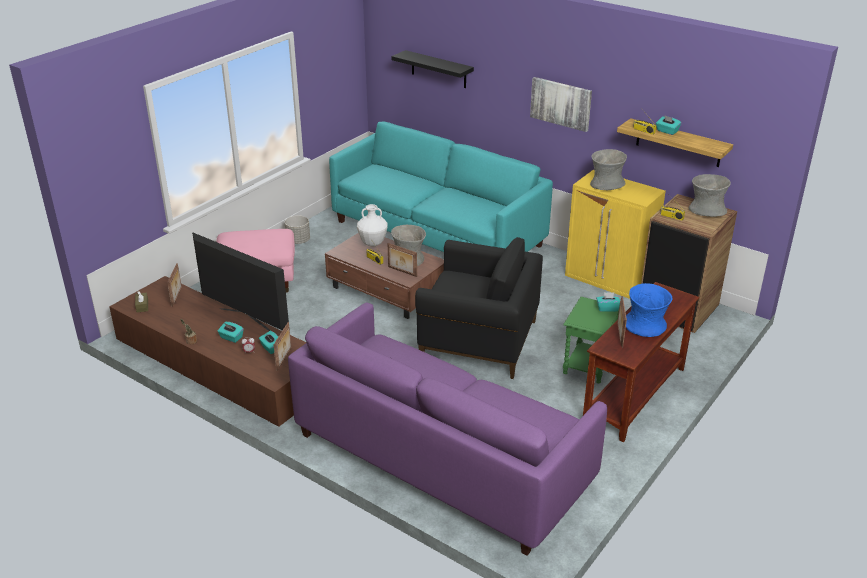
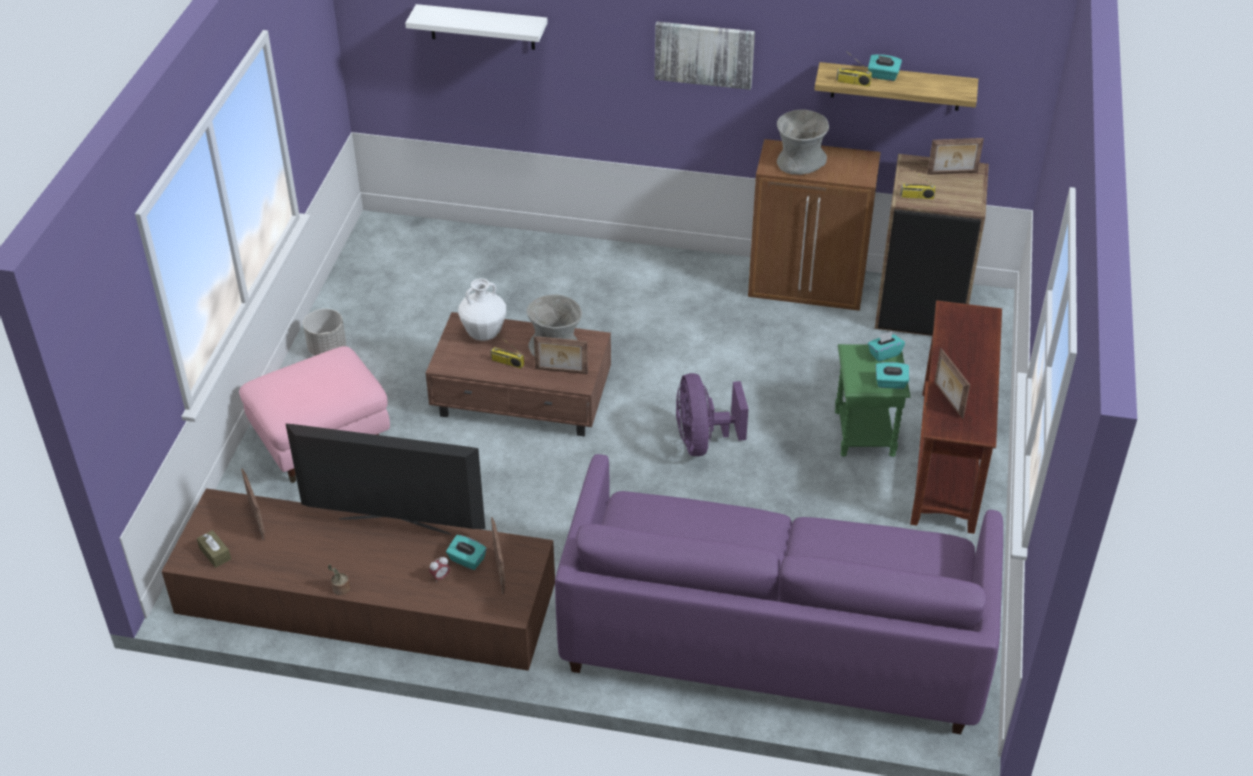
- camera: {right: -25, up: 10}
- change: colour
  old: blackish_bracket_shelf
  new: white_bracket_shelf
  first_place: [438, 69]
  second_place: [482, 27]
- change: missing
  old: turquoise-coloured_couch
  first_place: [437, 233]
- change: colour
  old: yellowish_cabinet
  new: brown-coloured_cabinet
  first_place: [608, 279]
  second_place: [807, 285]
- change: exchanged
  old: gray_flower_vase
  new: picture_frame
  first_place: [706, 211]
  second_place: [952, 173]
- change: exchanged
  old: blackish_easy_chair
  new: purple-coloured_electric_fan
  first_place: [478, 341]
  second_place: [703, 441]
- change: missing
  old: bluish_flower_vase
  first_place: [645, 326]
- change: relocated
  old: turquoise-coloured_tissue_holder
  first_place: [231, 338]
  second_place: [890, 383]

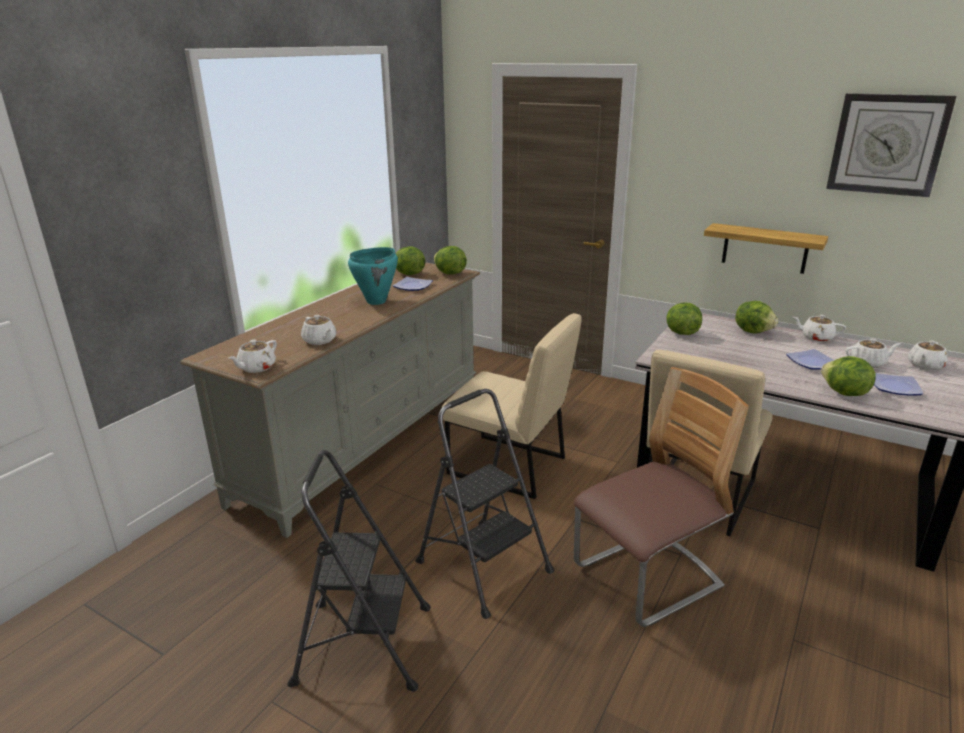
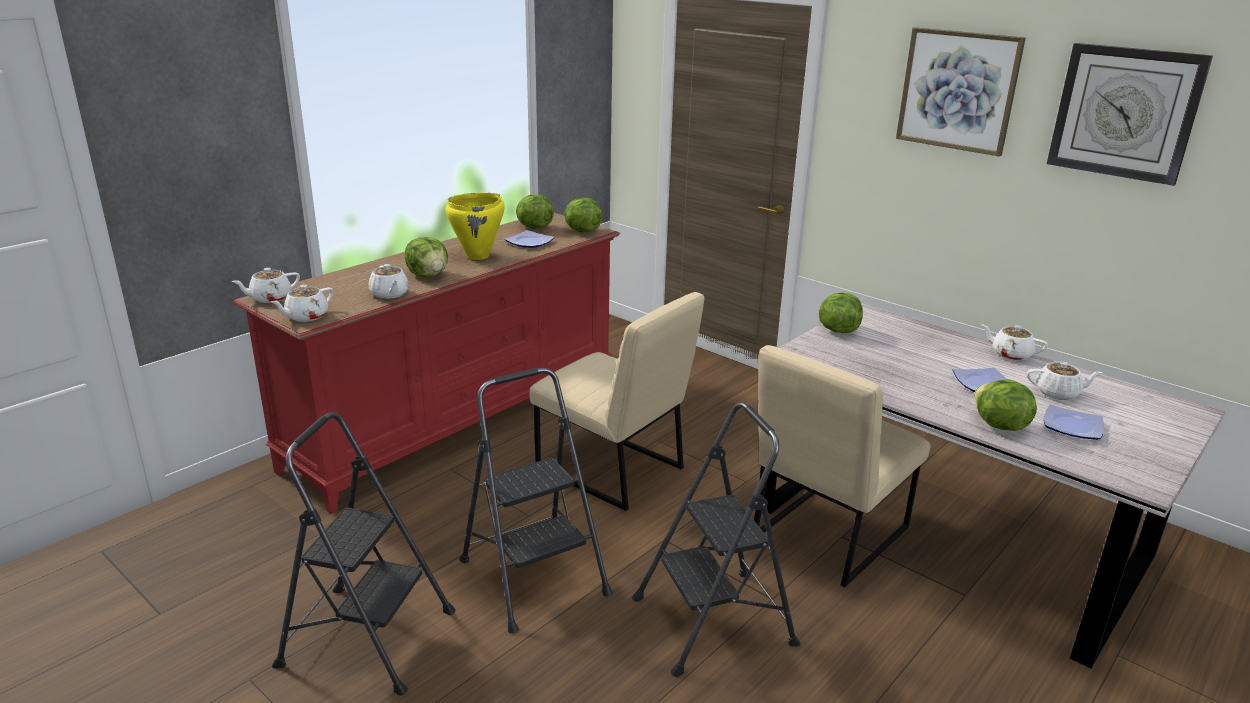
- camera: {right: 10, up: 0}
- change: missing
  old: bracket_shelf
  first_place: [765, 248]
- change: colour
  old: turquoise-coloured_saucepot
  new: yellowish_saucepot
  first_place: [377, 301]
  second_place: [478, 256]
- change: colour
  old: gray_cabinet
  new: red_cabinet
  first_place: [367, 443]
  second_place: [459, 422]
- change: relocated
  old: lettuce
  first_place: [753, 331]
  second_place: [429, 275]
- change: relocated
  old: white_teapot
  first_place: [925, 366]
  second_place: [270, 298]
- change: exchanged
  old: plain_chair
  new: blackish_step_stool
  first_place: [647, 578]
  second_place: [718, 619]
- change: appeared
  new: wall_picture
  second_place: [958, 90]

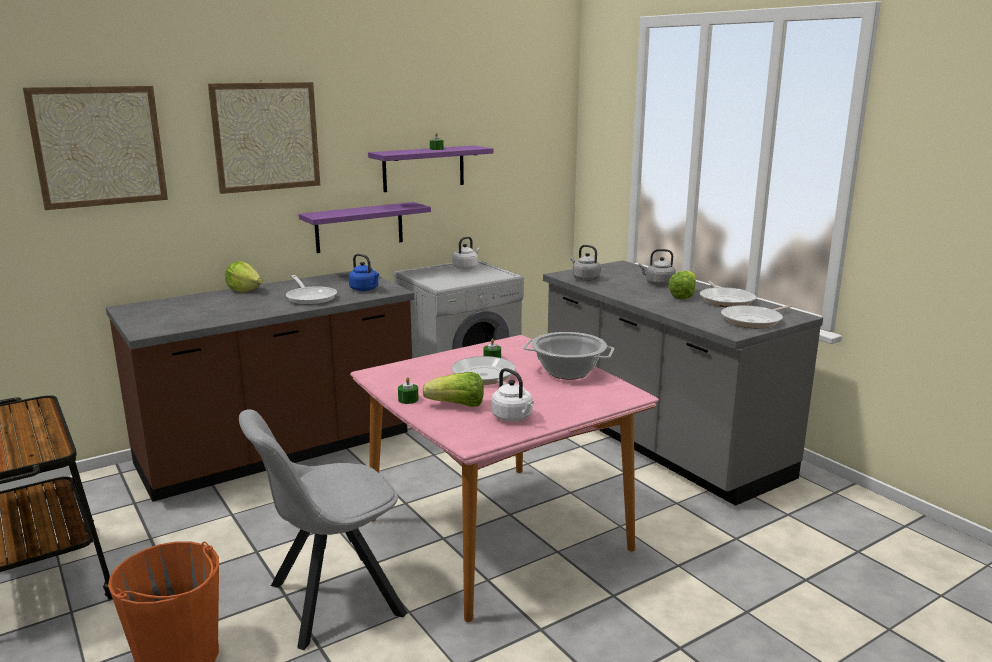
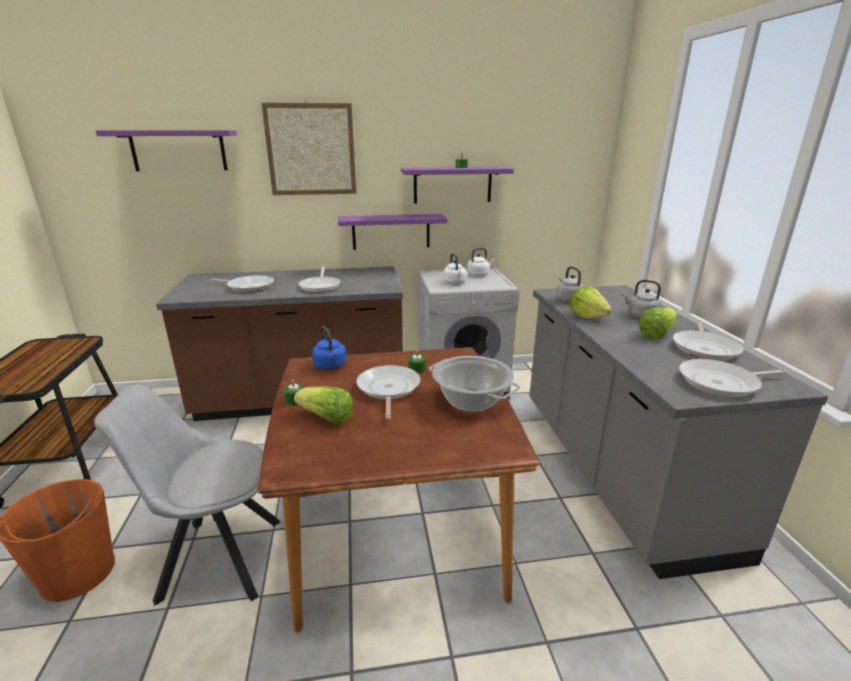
- camera: {right: 25, up: 5}
- change: exchanged
  old: wall_picture
  new: purple-coloured_bracket_shelf
  first_place: [99, 145]
  second_place: [178, 150]
- change: relocated
  old: bluish_water_kettle
  first_place: [365, 289]
  second_place: [331, 366]
- change: relocated
  old: lettuce
  first_place: [244, 290]
  second_place: [587, 316]
- change: colour
  old: pink_kitchen_table
  new: brown-coloured_kitchen_table
  first_place: [498, 535]
  second_place: [395, 534]
- change: relocated
  old: white_water_kettle
  first_place: [513, 418]
  second_place: [454, 282]
- change: appeared
  new: pan
  second_place: [248, 287]

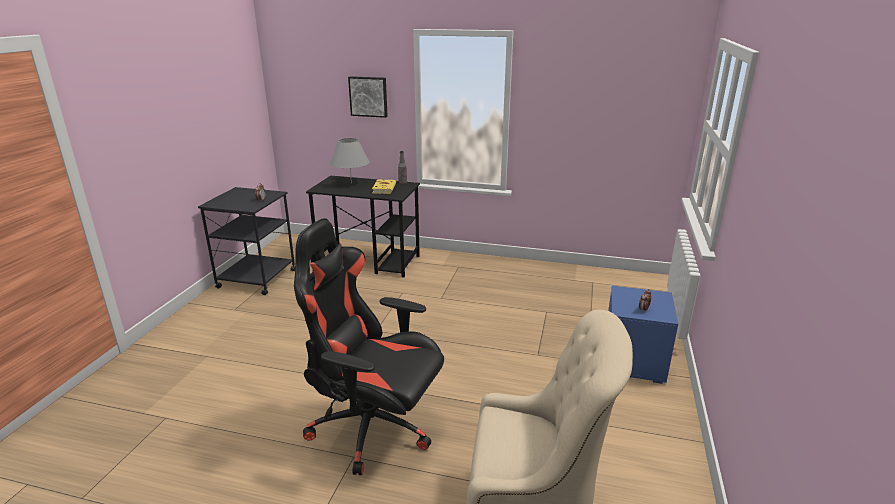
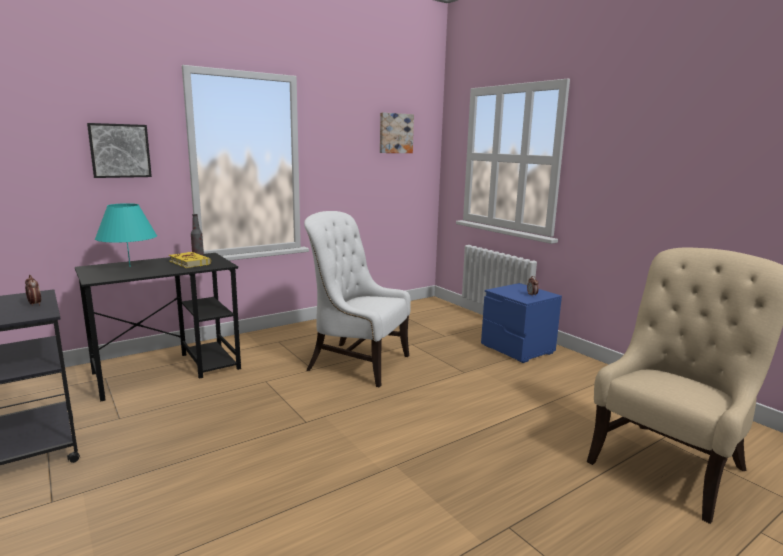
- camera: {right: -50, up: -10}
- change: colour
  old: gray_tabletop_lamp
  new: turquoise-coloured_tabletop_lamp
  first_place: [351, 183]
  second_place: [130, 266]
- change: missing
  old: blackish_desk_chair
  first_place: [378, 432]
- change: appeared
  new: wall_picture
  second_place: [395, 133]
- change: appeared
  new: white_plain_chair
  second_place: [357, 363]

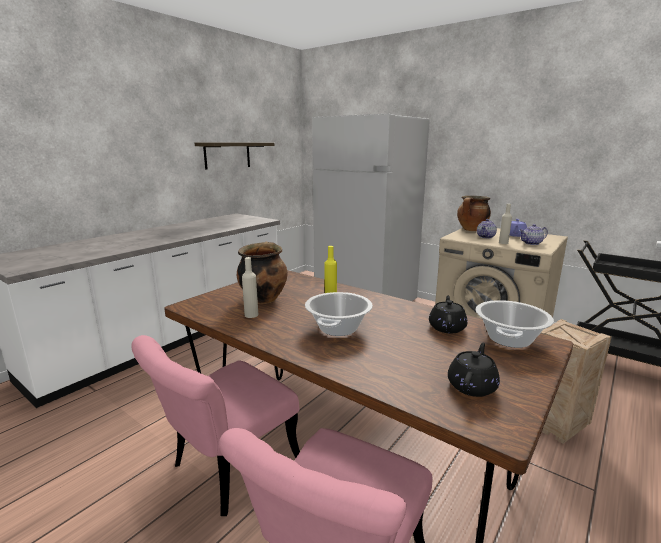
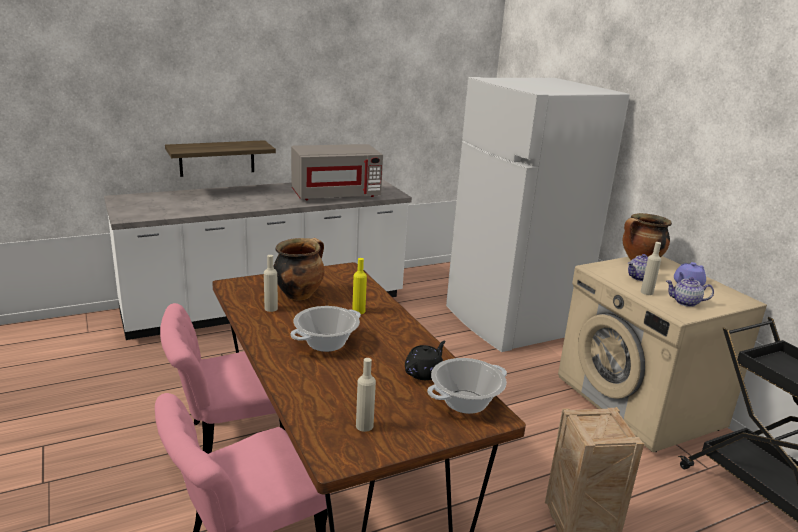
- camera: {right: 25, up: 5}
- change: relocated
  old: bracket_shelf
  first_place: [227, 155]
  second_place: [217, 158]
- change: exchanged
  old: blackish_teapot
  new: beige-coloured_bottle
  first_place: [472, 386]
  second_place: [364, 426]
- change: appeared
  new: gray_kitchen_microwave
  second_place: [336, 195]

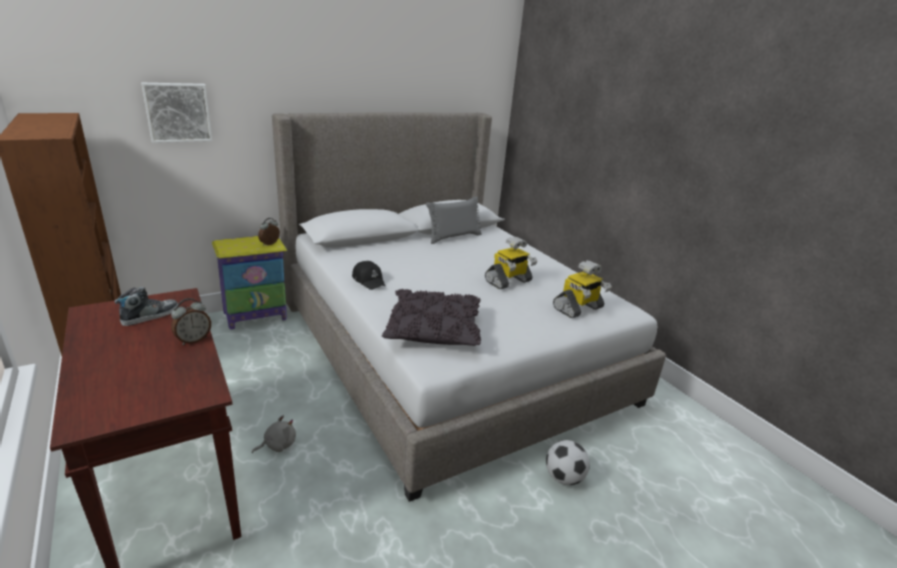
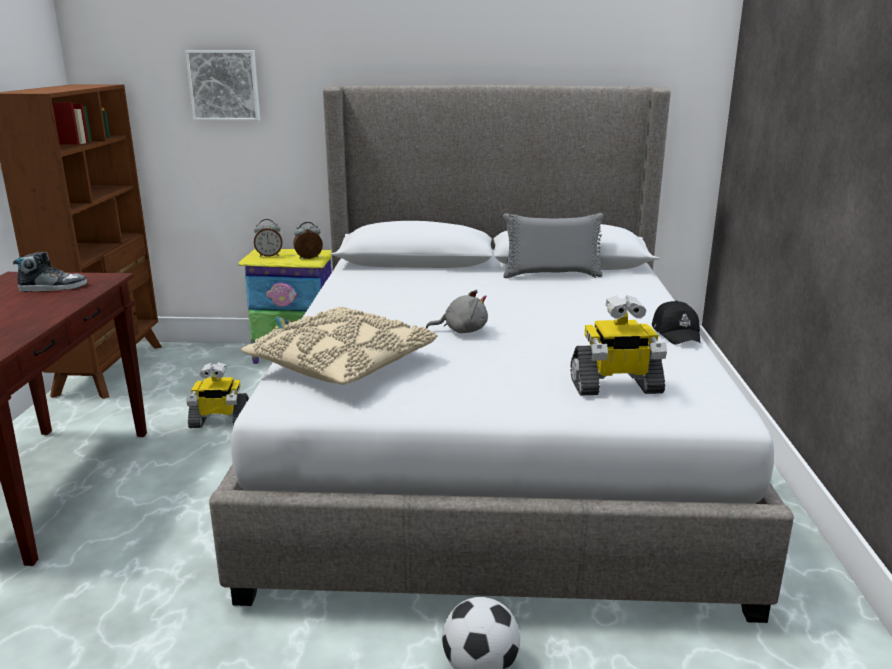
- camera: {right: 35, up: -5}
- change: relocated
  old: robot_figure
  first_place: [508, 281]
  second_place: [220, 422]
- change: relocated
  old: blackish_baseball_cap
  first_place: [369, 280]
  second_place: [676, 333]
- change: colour
  old: blackish_throw_pillow
  new: beige-coloured_throw_pillow
  first_place: [433, 329]
  second_place: [343, 364]
- change: relocated
  old: alarm_clock
  first_place: [193, 340]
  second_place: [269, 255]
- change: relocated
  old: gray_plush_toy
  first_place: [278, 445]
  second_place: [462, 330]

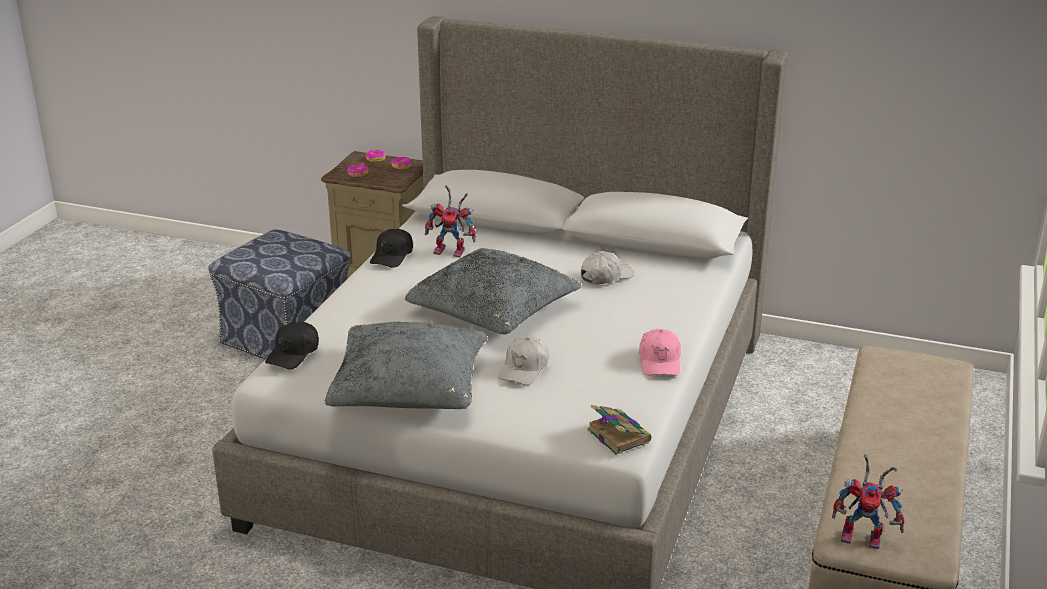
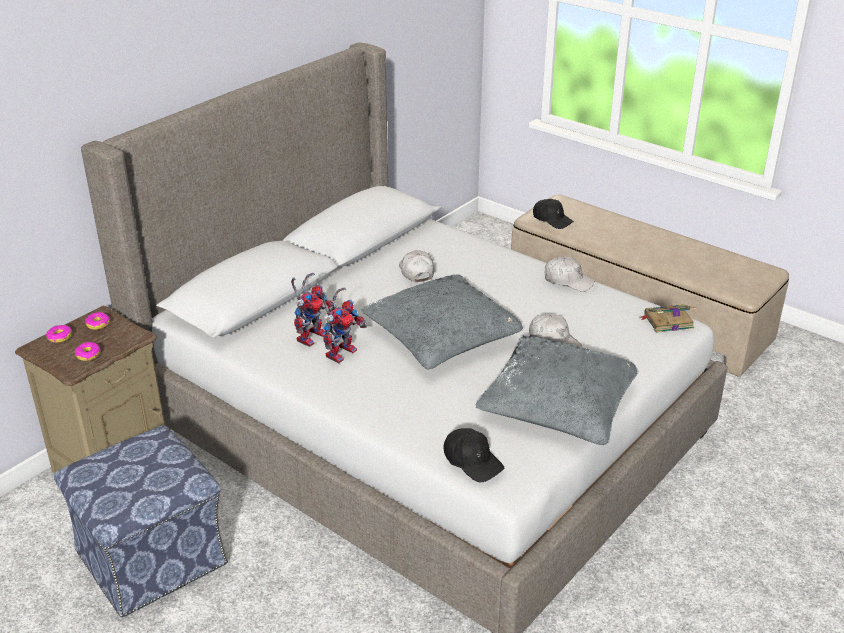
- camera: {right: -70, up: 5}
- change: relocated
  old: blackish_baseball_cap
  first_place: [392, 256]
  second_place: [552, 219]
- change: colour
  old: pink_baseball_cap
  new: white_baseball_cap
  first_place: [660, 361]
  second_place: [568, 281]
- change: relocated
  old: robot_figure
  first_place: [865, 537]
  second_place: [341, 351]

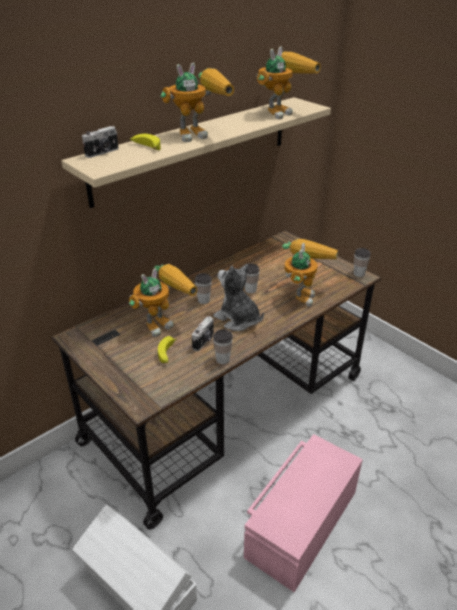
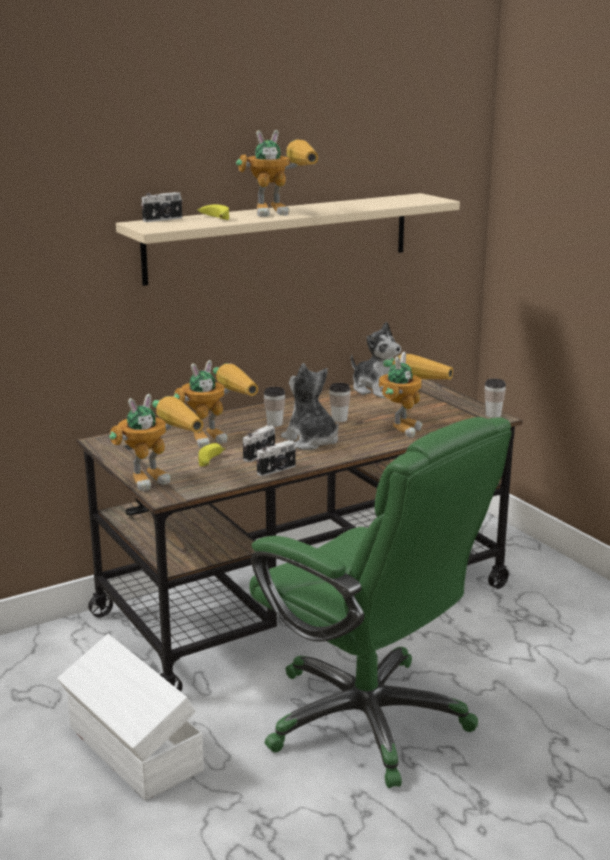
- camera: {right: 10, up: -15}
- change: relocated
  old: robot_figure
  first_place: [281, 111]
  second_place: [159, 477]
- change: exchanged
  old: drinking_cup
  new: still_camera
  first_place: [223, 359]
  second_place: [277, 470]
- change: exchanged
  old: pink_storage_bin
  new: green-coloured_desk_chair
  first_place: [300, 522]
  second_place: [367, 718]
- change: appeared
  new: plush_toy
  second_place: [376, 389]

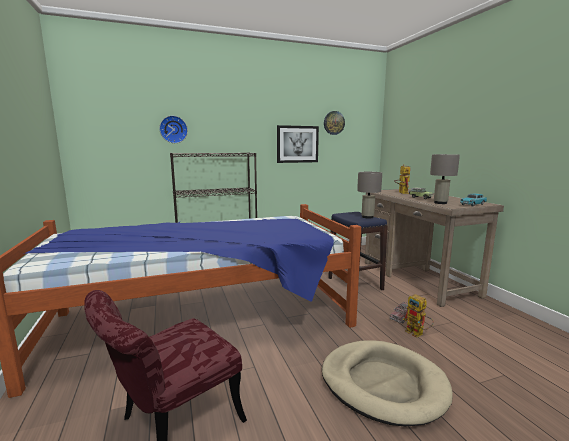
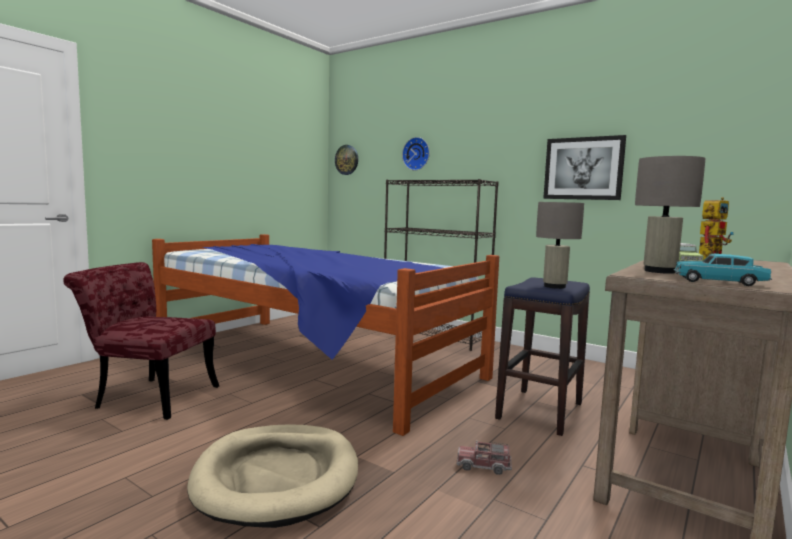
- camera: {right: 55, up: -5}
- change: relocated
  old: wall_clock
  first_place: [334, 123]
  second_place: [347, 160]
- change: missing
  old: robot_figure
  first_place: [418, 334]

